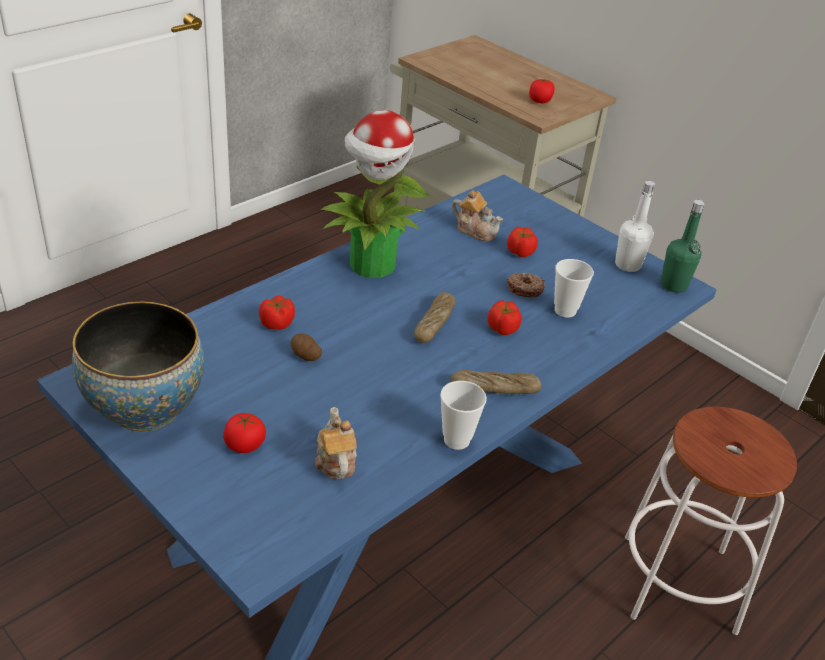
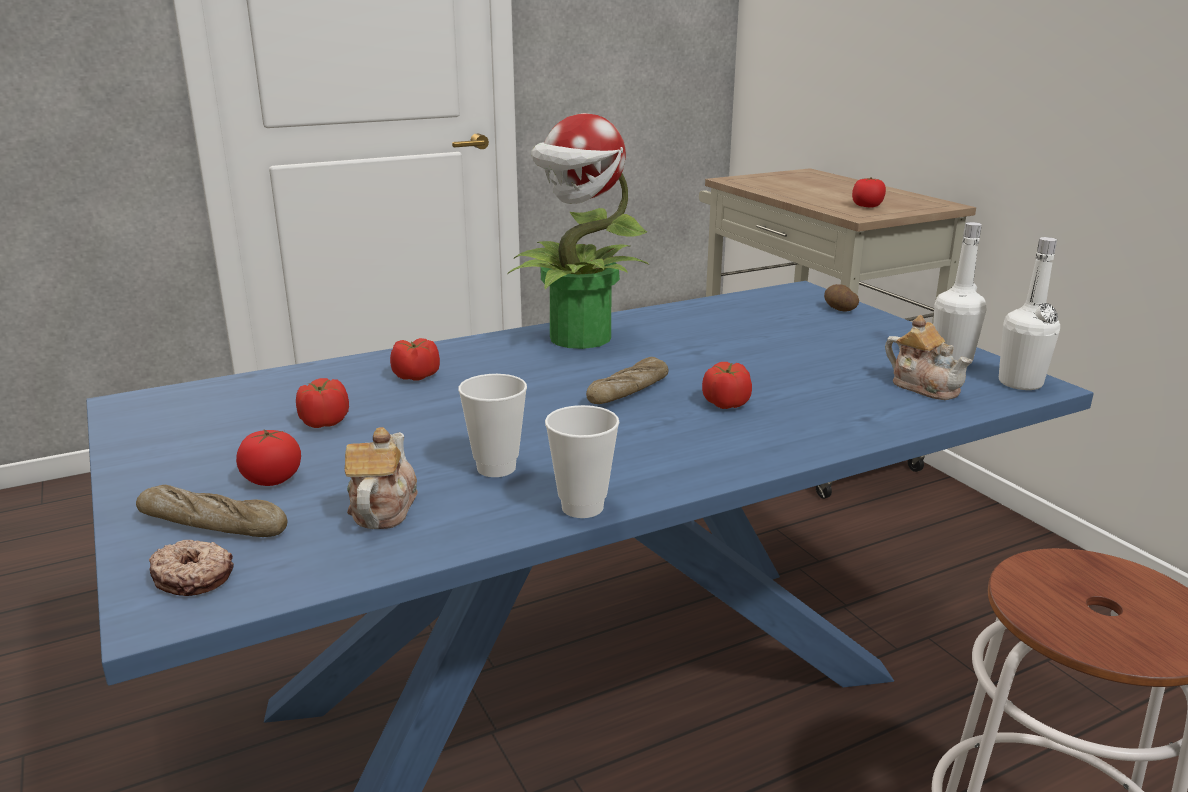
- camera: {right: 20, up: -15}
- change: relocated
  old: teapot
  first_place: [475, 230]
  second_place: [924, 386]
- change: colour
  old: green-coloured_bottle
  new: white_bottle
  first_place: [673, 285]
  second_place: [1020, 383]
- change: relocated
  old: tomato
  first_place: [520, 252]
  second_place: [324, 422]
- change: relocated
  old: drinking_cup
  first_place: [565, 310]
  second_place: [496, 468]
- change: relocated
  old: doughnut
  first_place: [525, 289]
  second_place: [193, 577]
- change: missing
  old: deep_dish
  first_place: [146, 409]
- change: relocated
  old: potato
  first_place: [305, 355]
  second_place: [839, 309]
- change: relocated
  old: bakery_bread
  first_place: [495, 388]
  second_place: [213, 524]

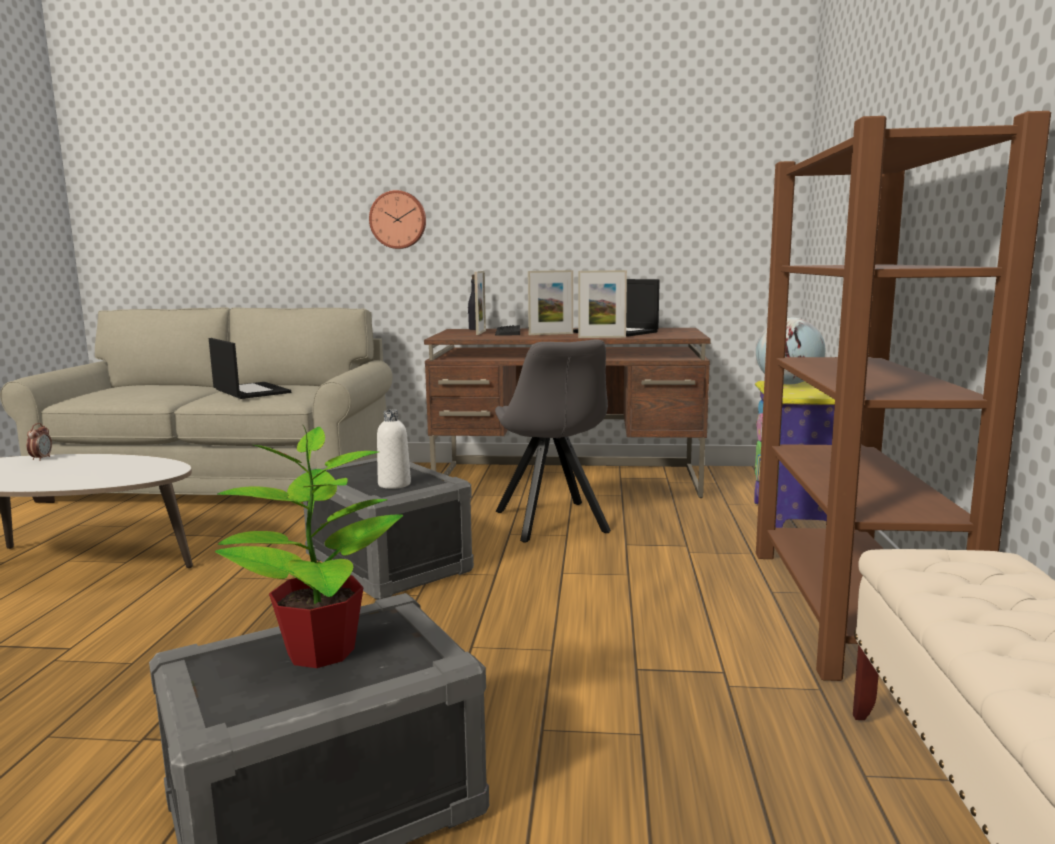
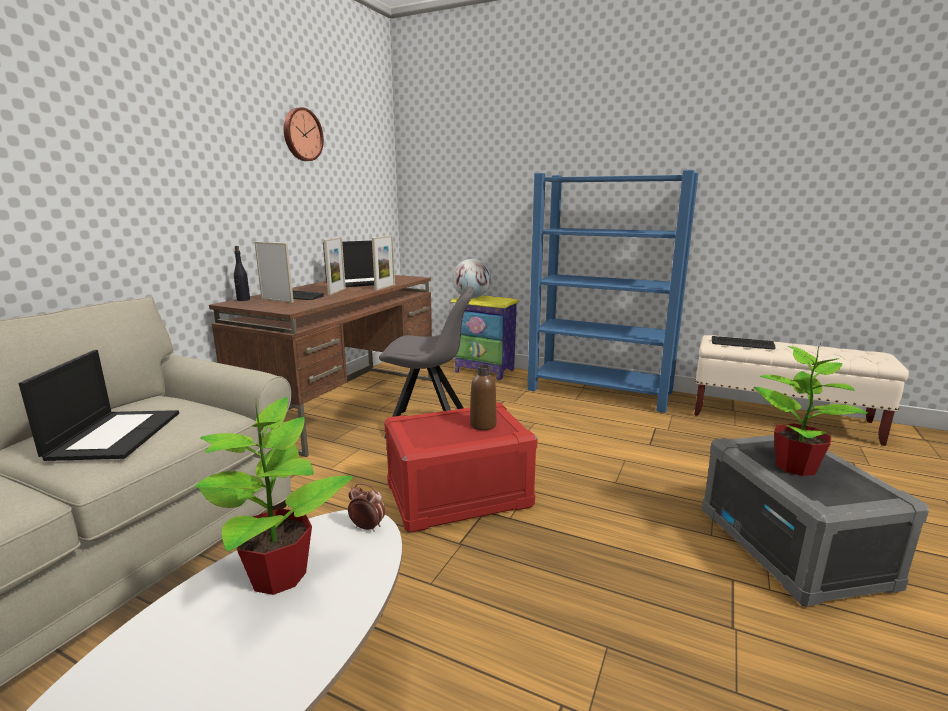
- camera: {right: -70, up: 5}
- change: colour
  old: brown-coloured_shelving_unit
  new: bluish_shelving_unit
  first_place: [849, 608]
  second_place: [600, 391]
- change: relocated
  old: wall_clock
  first_place: [398, 220]
  second_place: [301, 135]
- change: spun
  old: notebook_computer
  first_place: [250, 391]
  second_place: [115, 434]
  degrees: 105
- change: colour
  old: white_bottle
  new: brown-coloured_bottle
  first_place: [394, 484]
  second_place: [483, 425]
- change: relocated
  old: alarm_clock
  first_place: [41, 458]
  second_place: [367, 527]
- change: colour
  old: gray_storage_bin
  new: red_storage_bin
  first_place: [386, 563]
  second_place: [458, 496]
- change: appeared
  new: keyboard
  second_place: [742, 344]
- change: appeared
  new: potted_plant
  second_place: [279, 574]

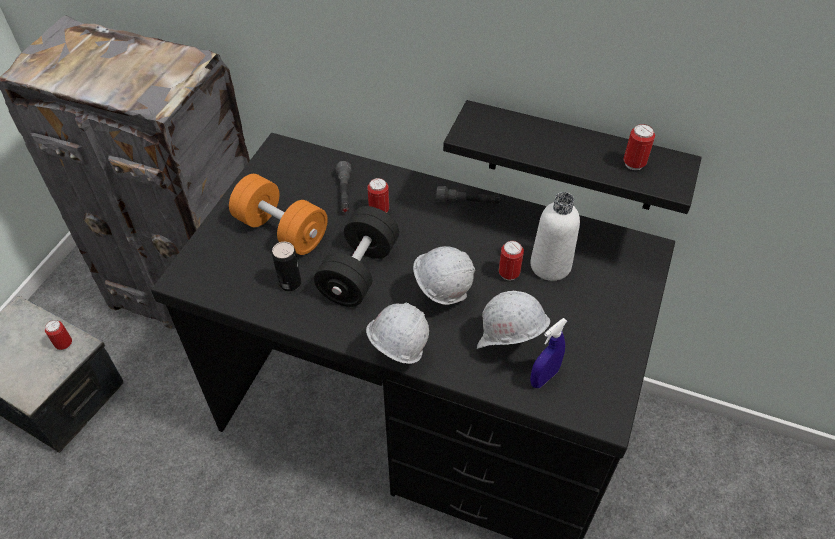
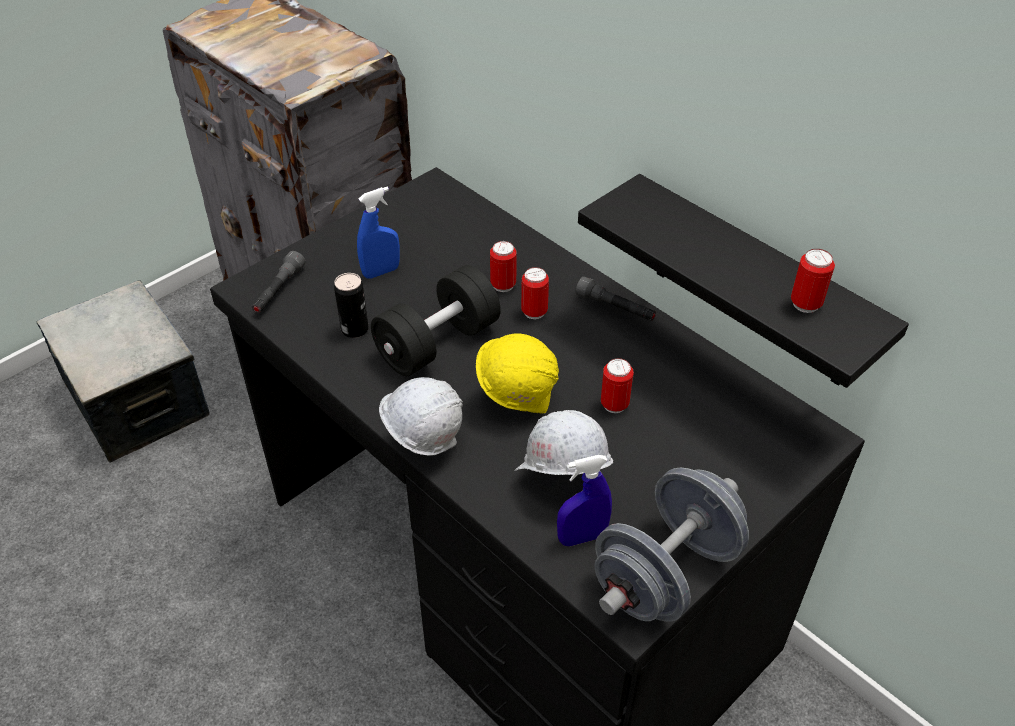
- camera: {right: 25, up: -5}
- change: relocated
  old: gray_torch
  first_place: [344, 193]
  second_place: [278, 291]
- change: exchanged
  old: orange_free_weight
  new: bluish_sprayer
  first_place: [281, 230]
  second_place: [381, 272]
- change: missing
  old: white_bottle
  first_place: [550, 265]
- change: colour
  old: white_safety_helmet
  new: yellowish_safety_helmet
  first_place: [442, 294]
  second_place: [518, 400]
- change: relocated
  old: can
  first_place: [64, 344]
  second_place: [534, 312]
- change: appeared
  new: gray_free_weight
  second_place: [665, 573]

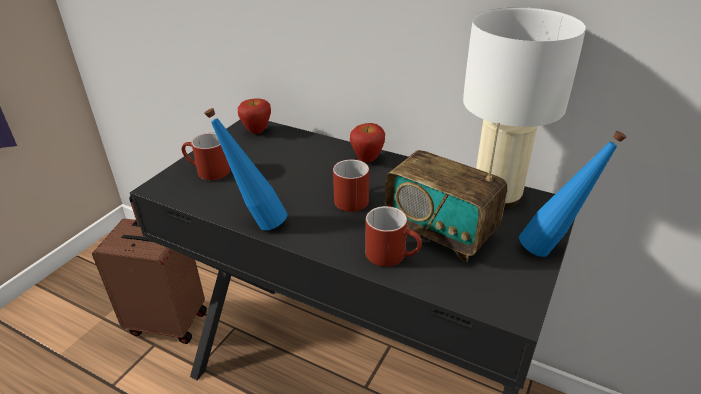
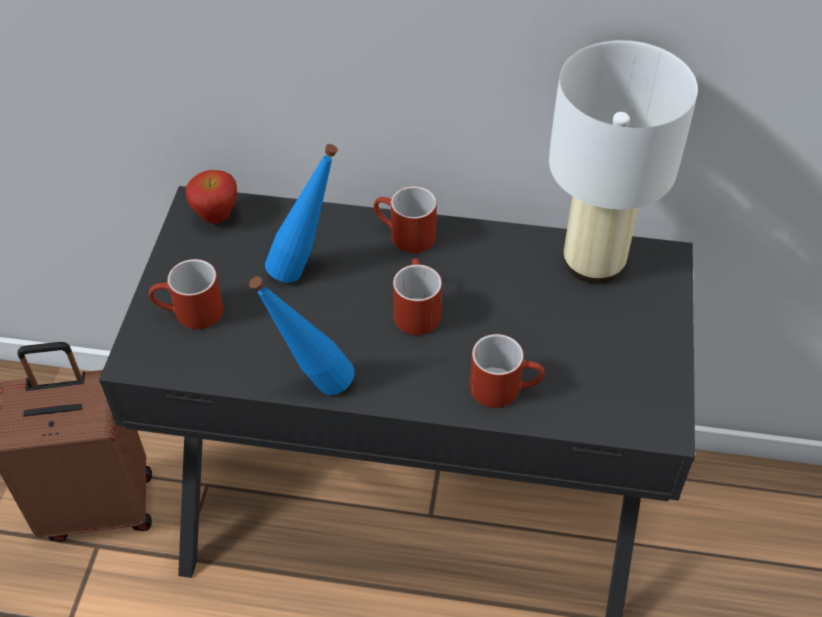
- camera: {right: -20, up: 15}
- change: missing
  old: radio_set
  first_place: [440, 233]
- change: exchanged
  old: apple
  new: red_tea_mug
  first_place: [367, 159]
  second_place: [404, 236]
- change: relocated
  old: bluish_bottle
  first_place: [552, 250]
  second_place: [306, 268]

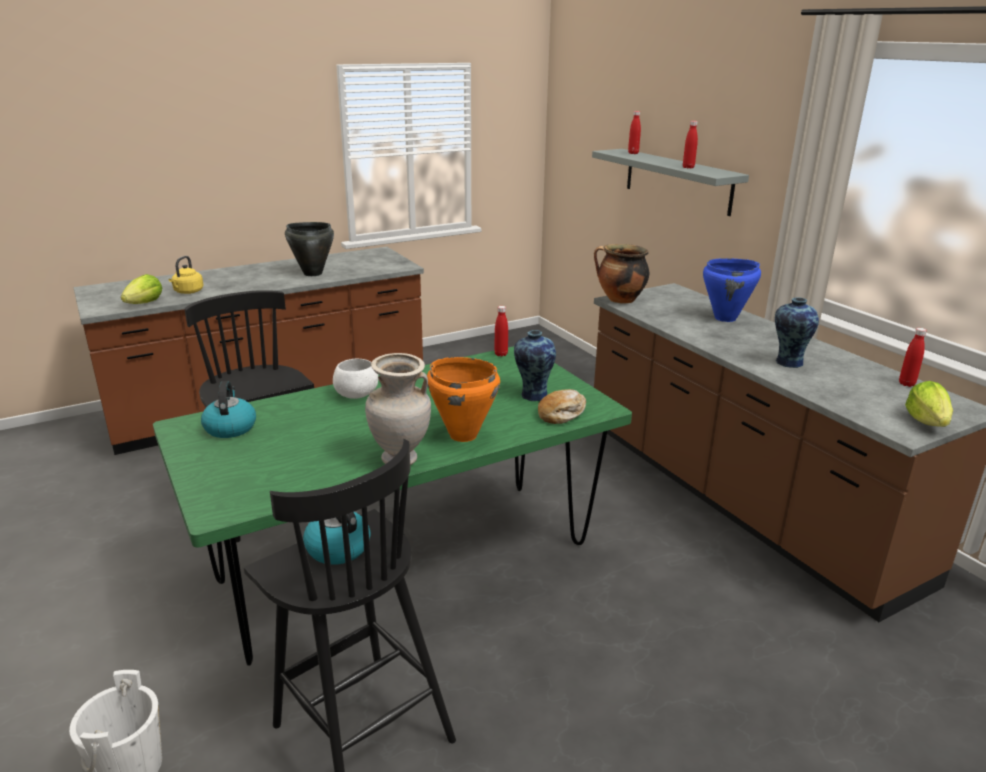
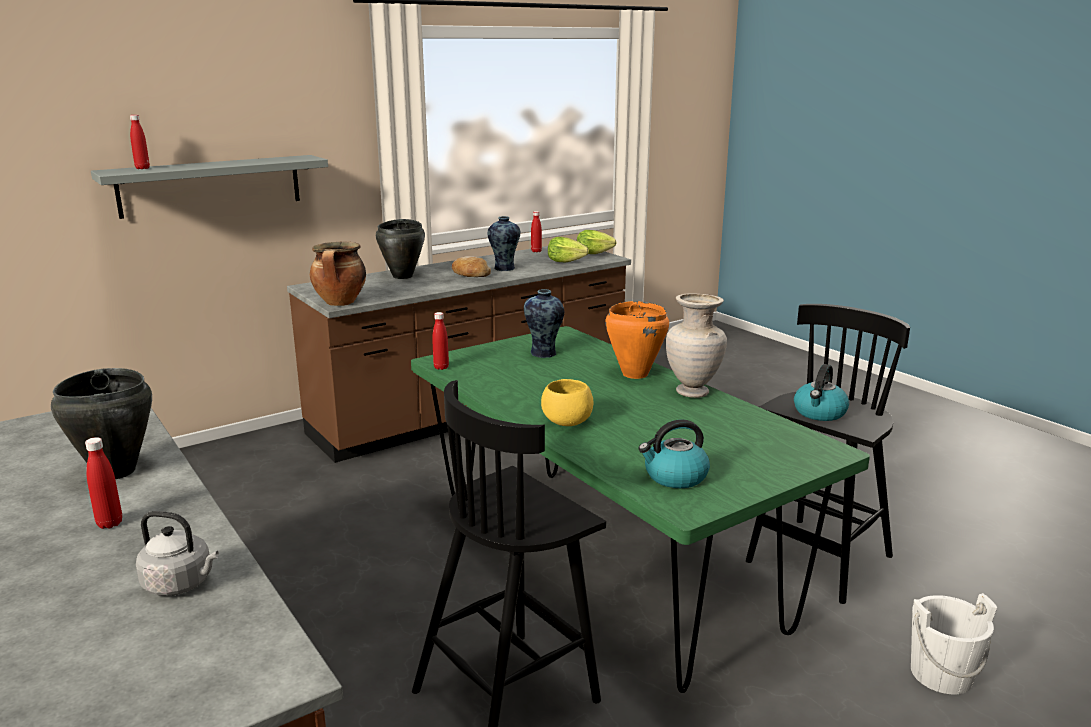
- camera: {right: -95, up: -5}
- change: relocated
  old: red_bottle
  first_place: [688, 167]
  second_place: [109, 523]
- change: colour
  old: yellowish_water_kettle
  new: gray_water_kettle
  first_place: [187, 292]
  second_place: [181, 584]
- change: colour
  old: bluish_saucepot
  new: blackish_saucepot
  first_place: [725, 318]
  second_place: [403, 276]
- change: relocated
  old: lettuce
  first_place: [145, 303]
  second_place: [565, 261]
- change: colour
  old: white_deep_dish
  new: yellowish_deep_dish
  first_place: [357, 396]
  second_place: [567, 422]
- change: relocated
  old: bakery_bread
  first_place: [562, 413]
  second_place: [470, 274]

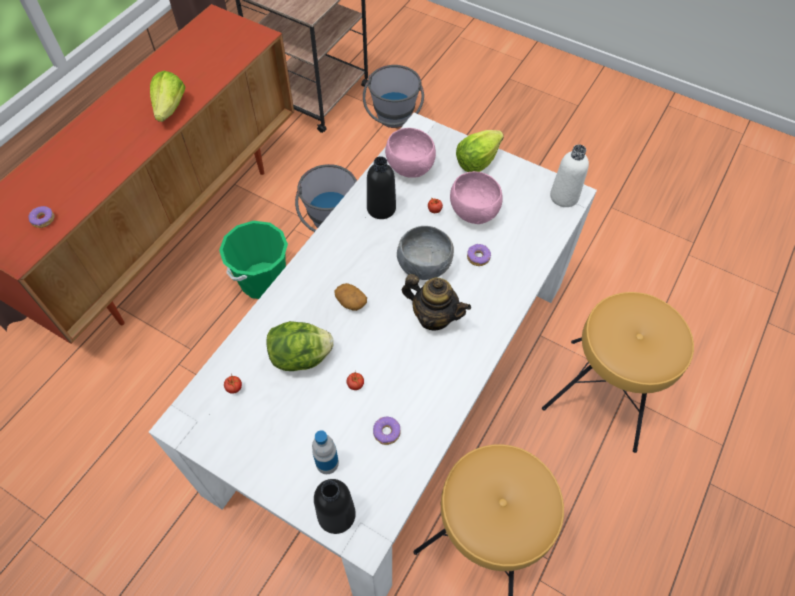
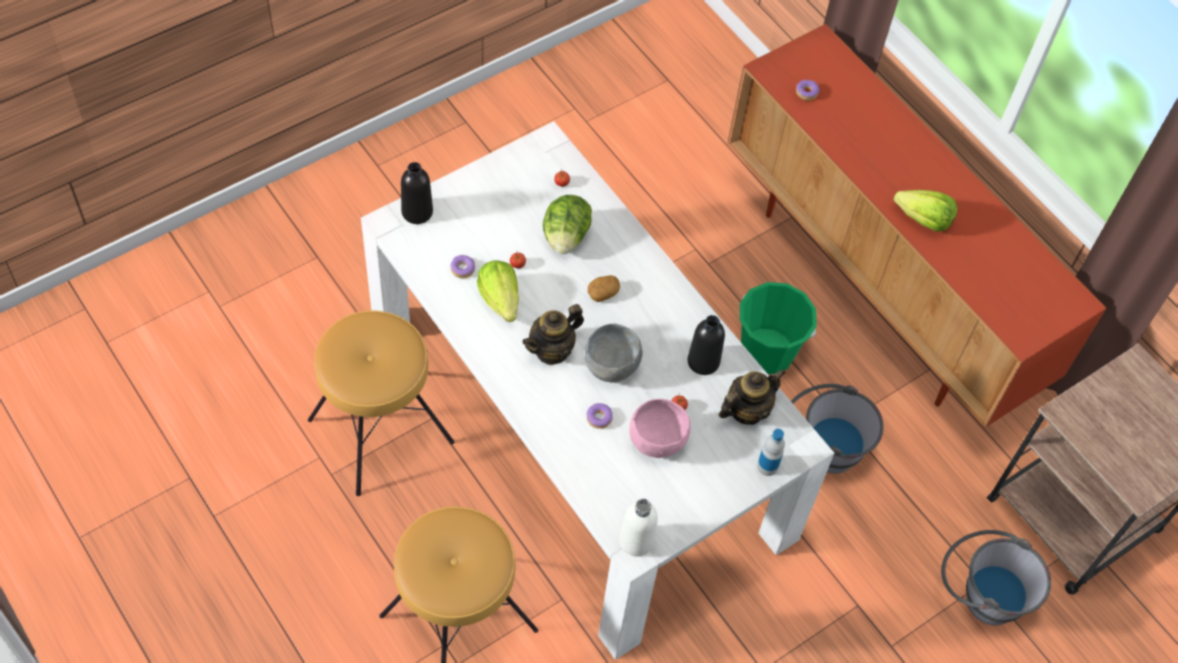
- camera: {right: 110, up: 0}
- change: exchanged
  old: pink_deep_dish
  new: teapot
  first_place: [410, 169]
  second_place: [746, 410]
- change: relocated
  old: lettuce
  first_place: [477, 161]
  second_place: [500, 299]
- change: relocated
  old: bottle
  first_place: [327, 463]
  second_place: [767, 466]

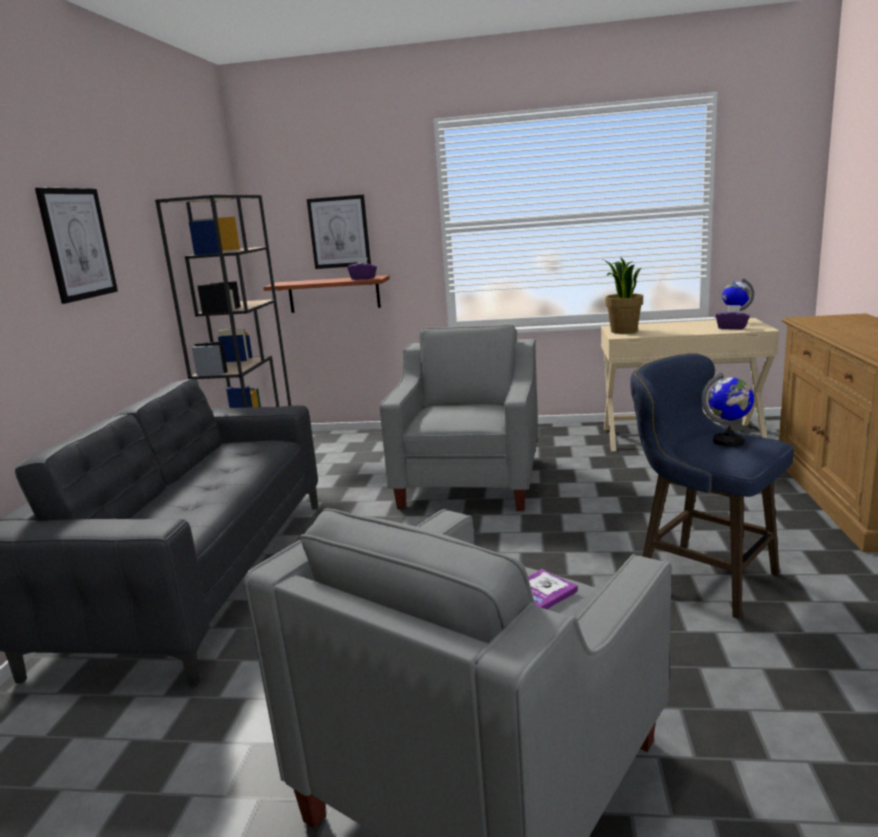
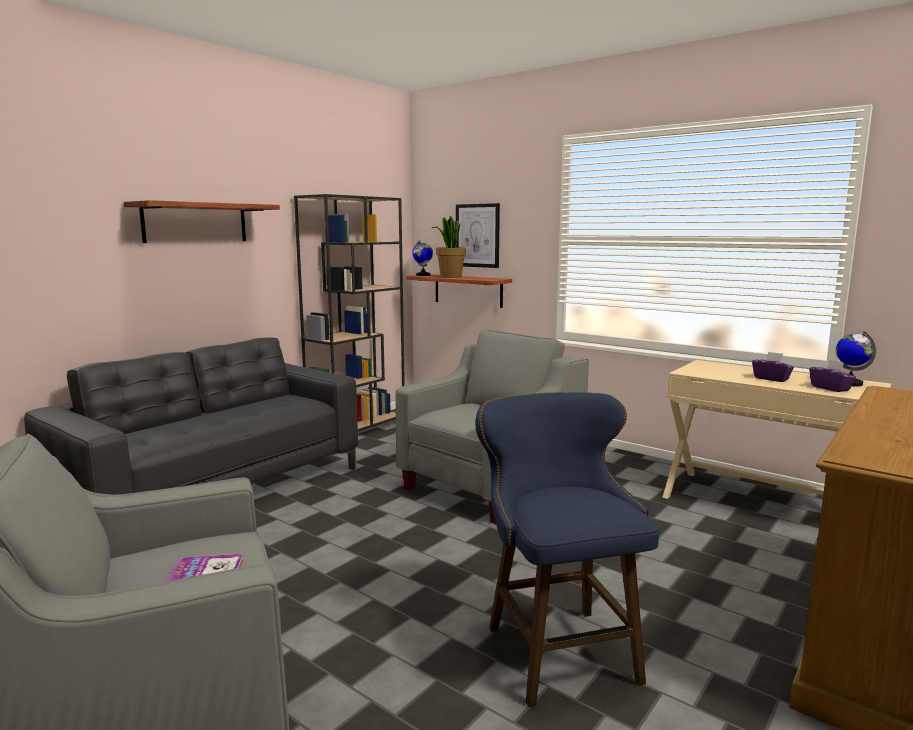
- camera: {right: 30, up: -5}
- change: exchanged
  old: wall_picture
  new: bracket_shelf
  first_place: [77, 244]
  second_place: [195, 223]
- change: relocated
  old: purple-coloured_tissue_holder
  first_place: [363, 278]
  second_place: [771, 378]
- change: relocated
  old: potted_plant
  first_place: [623, 331]
  second_place: [450, 277]
- change: relocated
  old: desk_globe
  first_place: [728, 441]
  second_place: [423, 275]

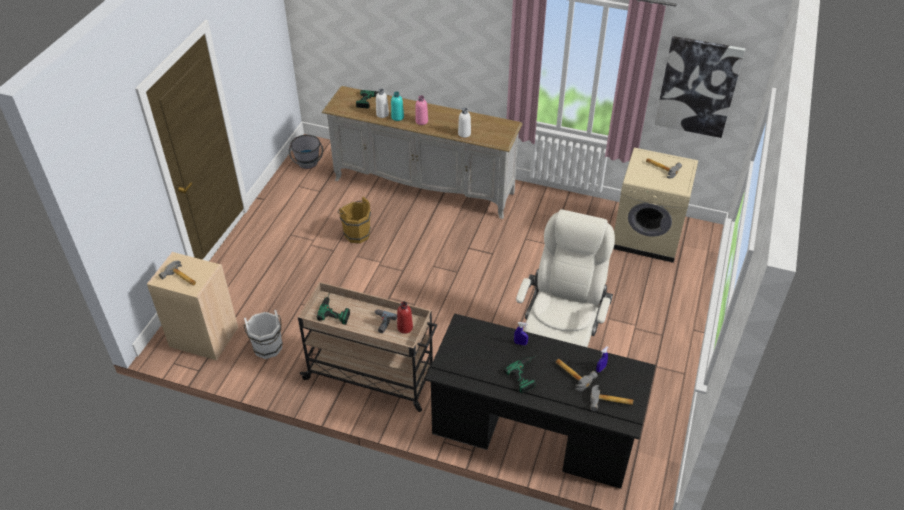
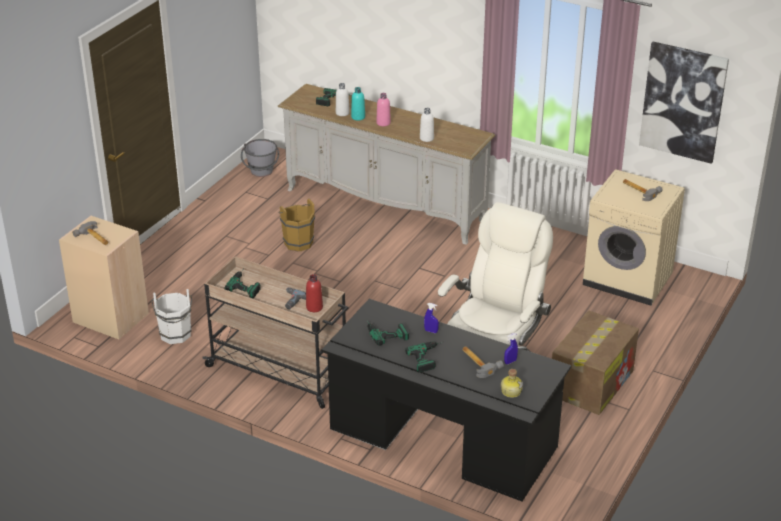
- camera: {right: 10, up: -10}
- change: exchanged
  old: tool_hammer
  new: bottle
  first_place: [611, 403]
  second_place: [511, 391]
- change: appeared
  new: cardboard_box
  second_place: [591, 382]
- change: appeared
  new: drill
  second_place: [385, 331]

